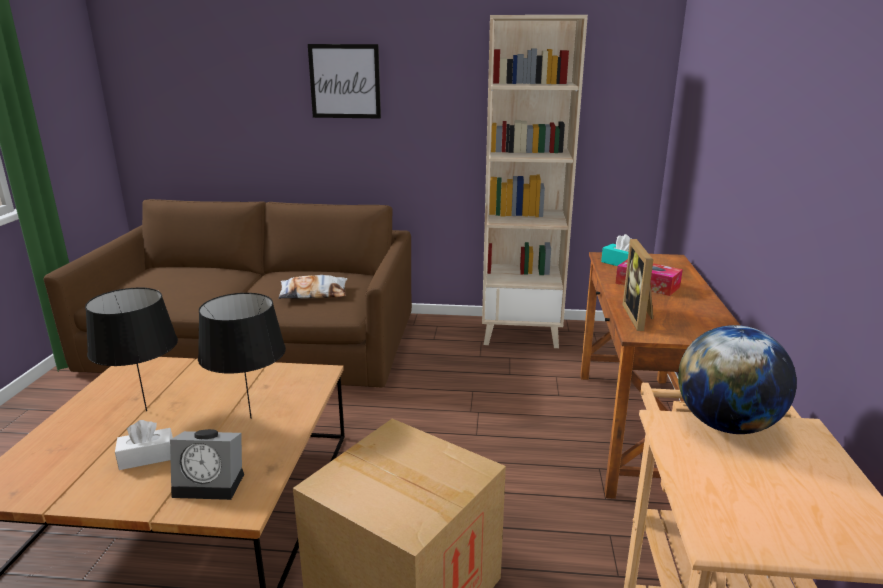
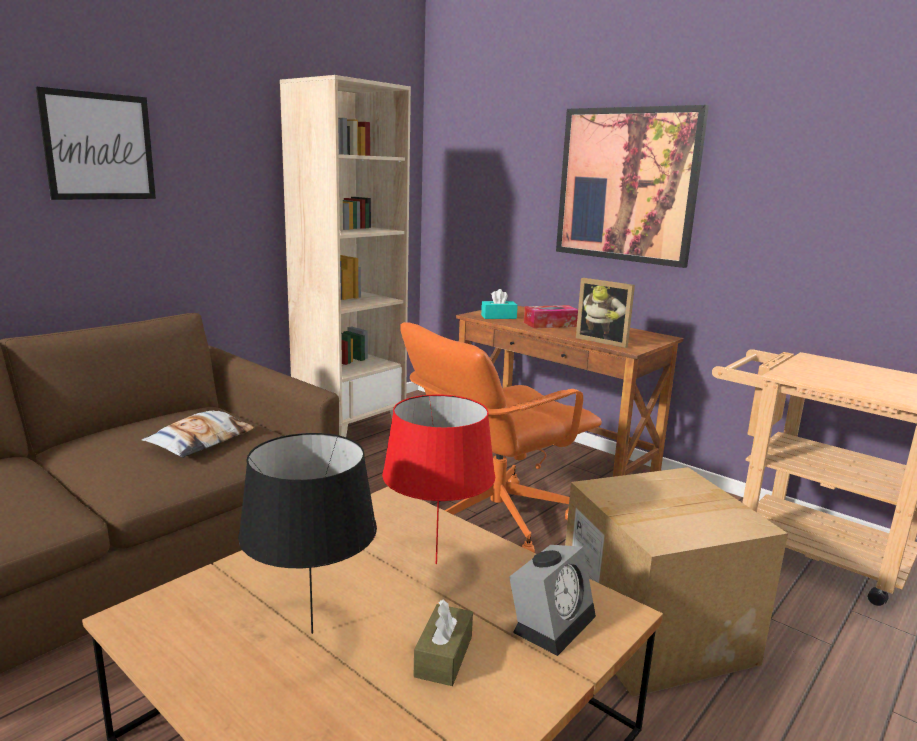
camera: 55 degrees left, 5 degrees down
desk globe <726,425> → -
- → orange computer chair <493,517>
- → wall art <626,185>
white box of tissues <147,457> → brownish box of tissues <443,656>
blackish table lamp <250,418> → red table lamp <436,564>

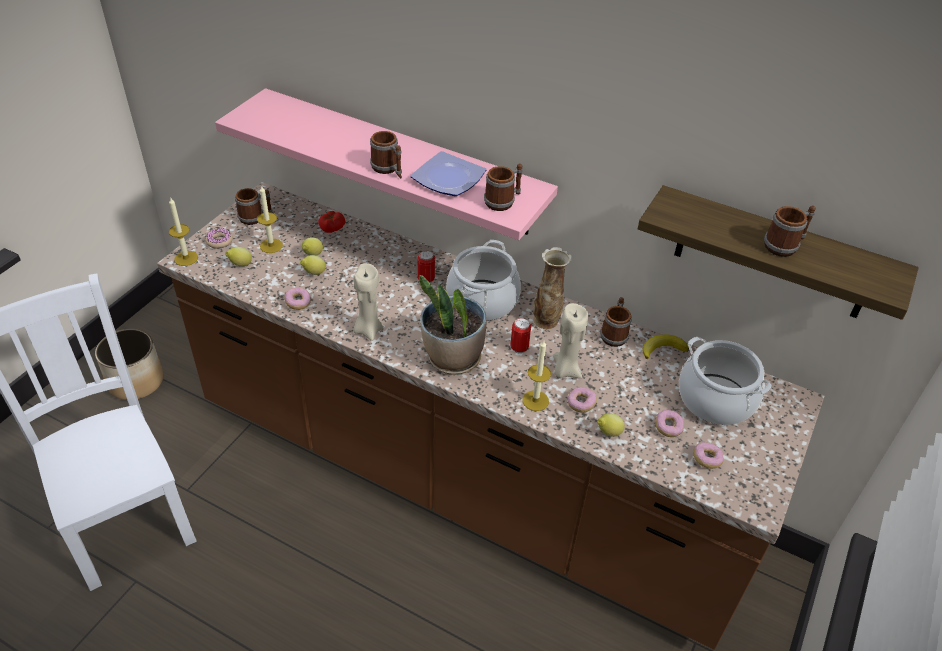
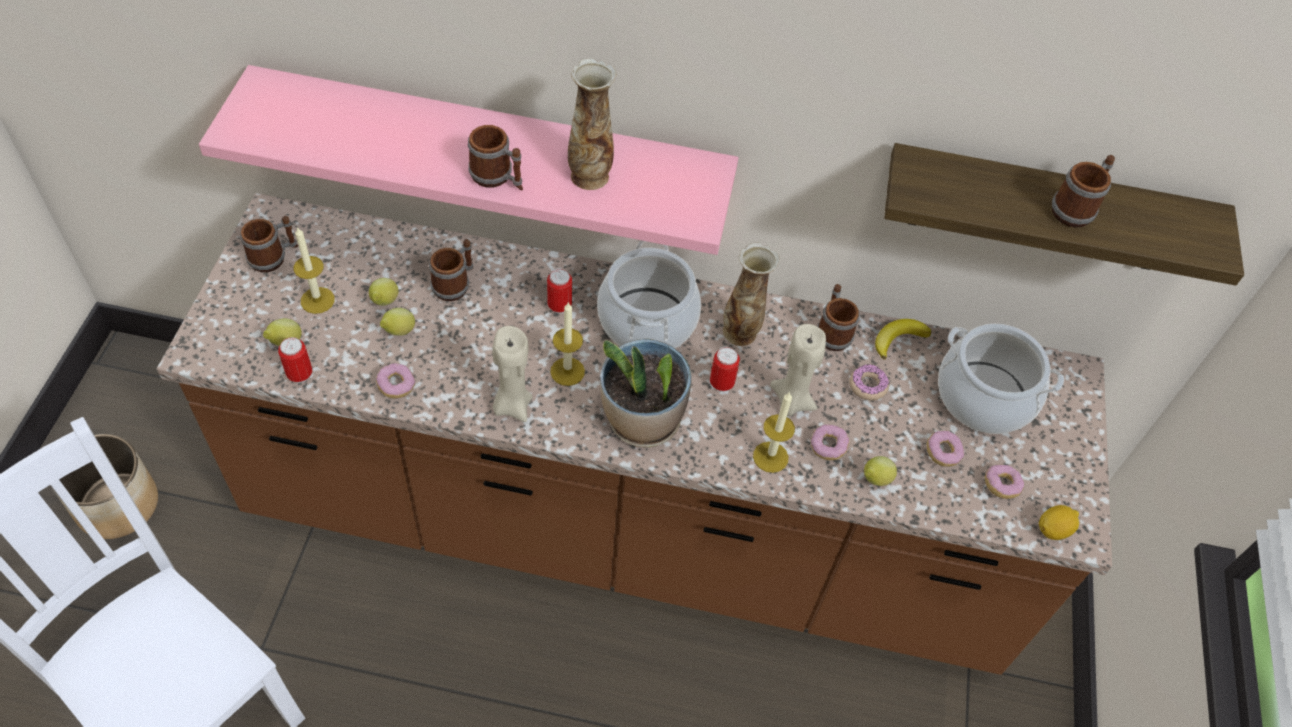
camera: 20 degrees left, 10 degrees up
whole tomato <332,227> → -
- → sealed can <300,374>
- → lemon <1053,529>
wax candle <186,258> → wax candle <567,371>, shifted
doughnut <219,241> → doughnut <868,386>, shifted
coffee mug <503,201> → coffee mug <455,284>, shifted
dinner plate <450,178> → decorative vase <590,175>

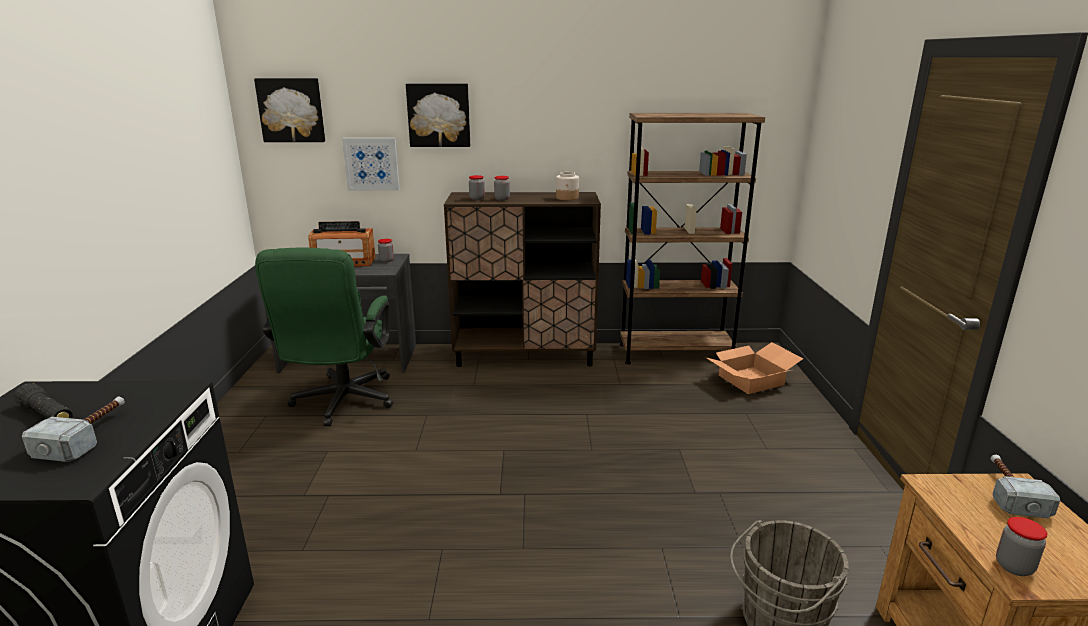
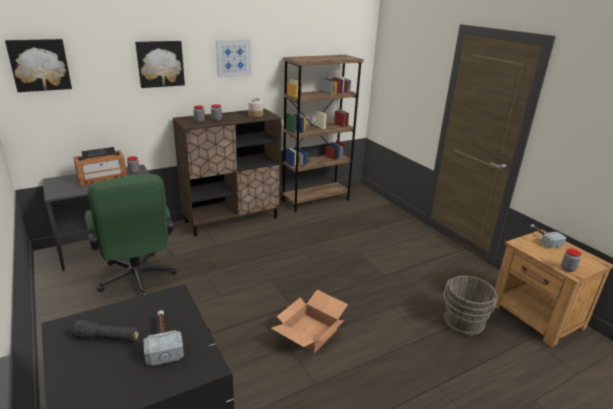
camera: 30 degrees left, 5 degrees up
wall art <371,164> → wall art <233,58>, shifted
cardboard box <751,379> → cardboard box <309,332>, shifted

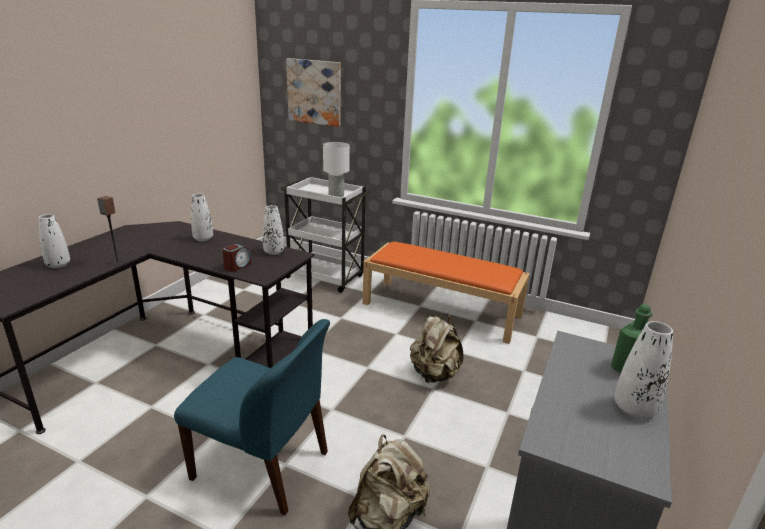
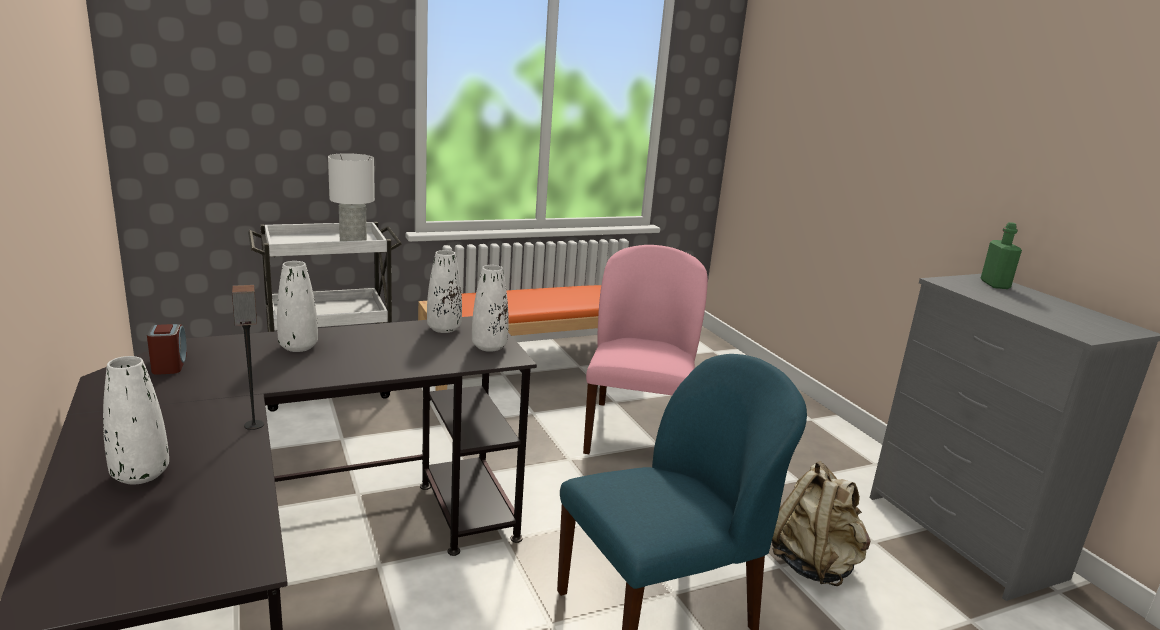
camera: 50 degrees left, 5 degrees down
wall art <314,92> → -
table clock <237,266> → table clock <169,364>, shifted
white decorative vase <634,409> → white decorative vase <489,347>, shifted
beige-coloured rucksack <434,374> → pink plain chair <636,432>

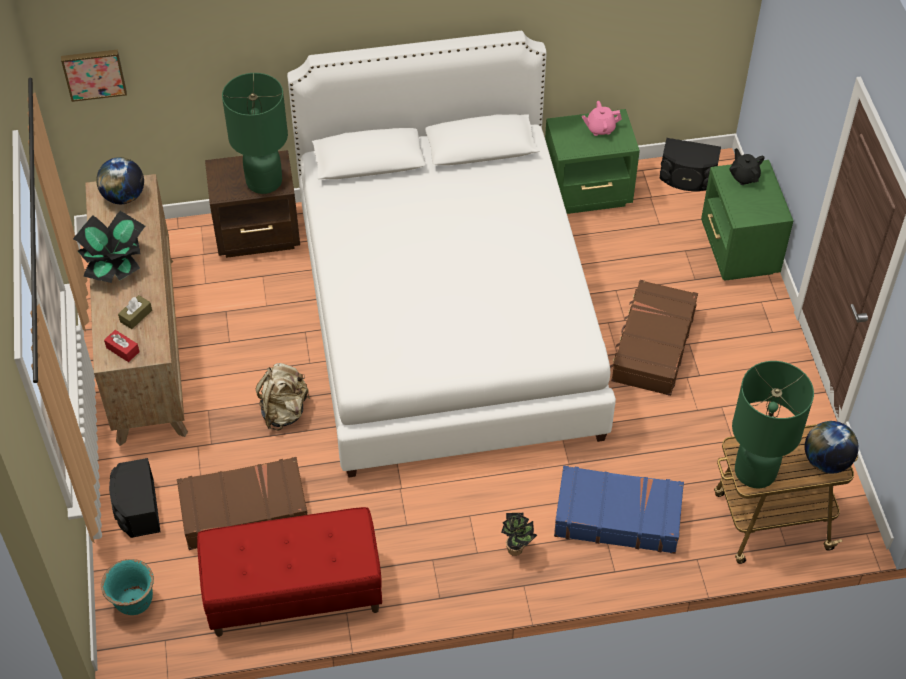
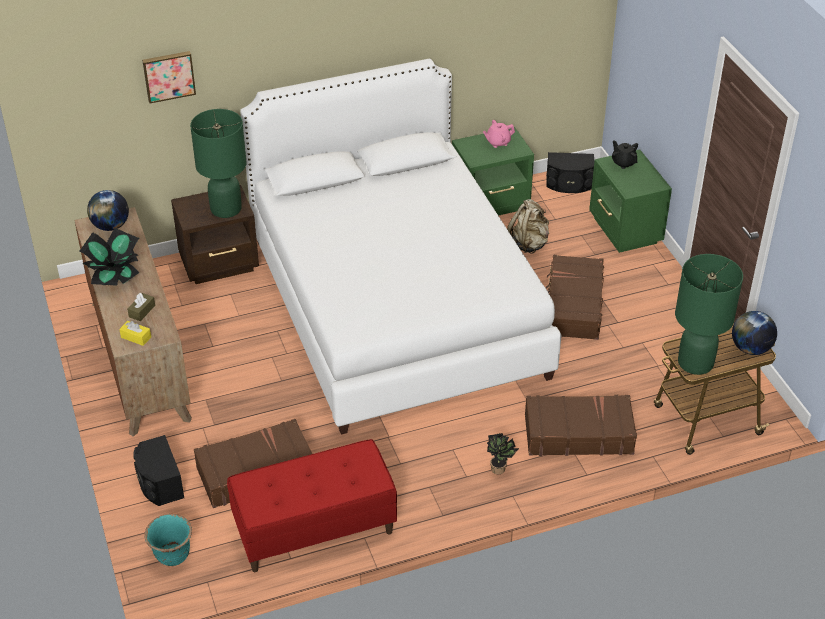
camera: 10 degrees left, 10 degrees down
wall art <94,73> → wall art <168,75>, shifted
beige-coloured rucksack <284,411> → beige-coloured rucksack <529,243>, shifted
red box of tissues <122,350> → yellow box of tissues <136,337>
blue piece of luggage <617,517> → brownish piece of luggage <578,434>

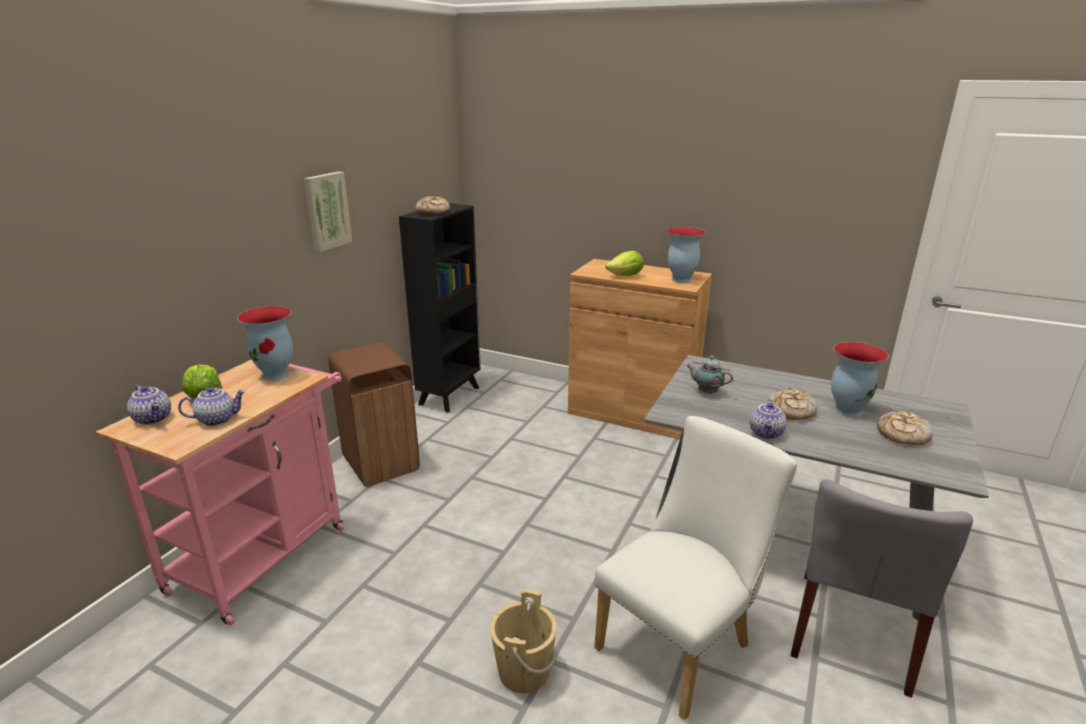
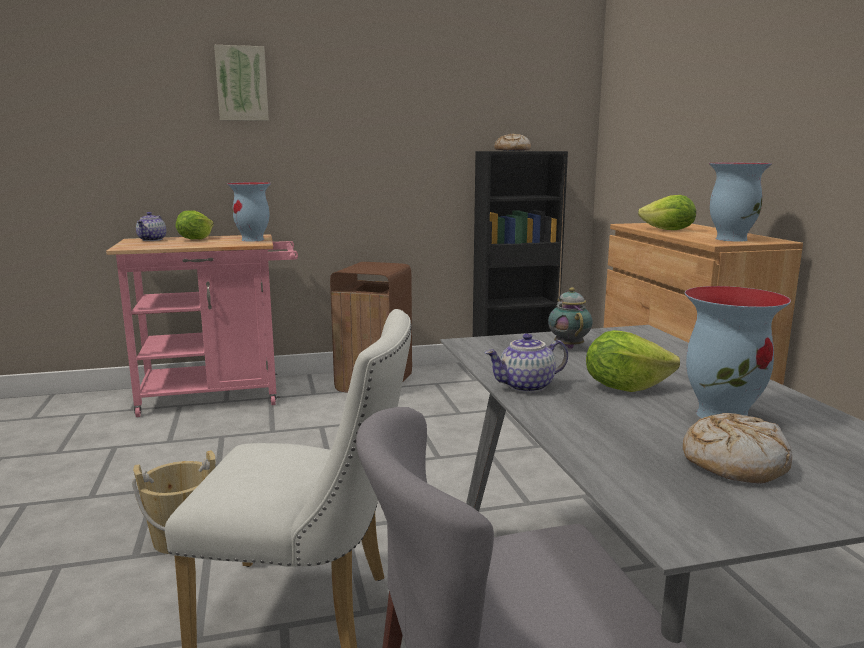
camera: 50 degrees right, 10 degrees down
pot for tea <217,419> → -
wall art <326,211> → wall art <242,84>, shifted
baked bread <790,411> → lettuce head <624,387>

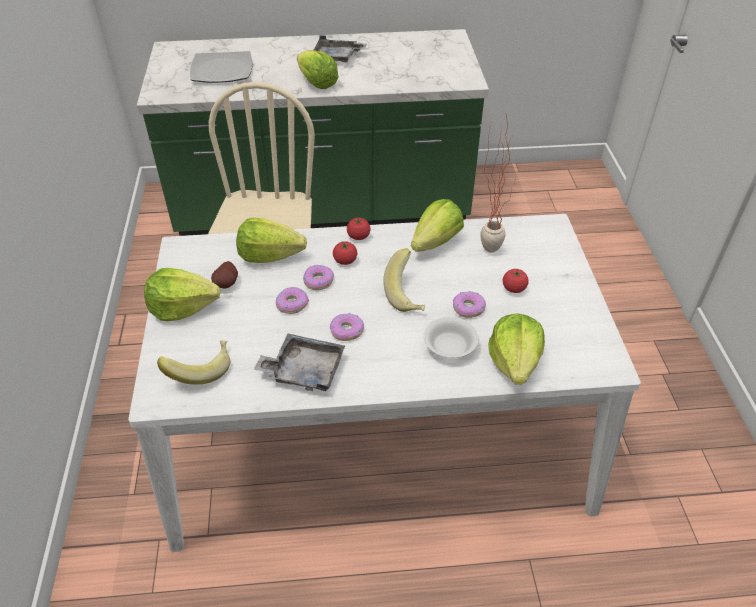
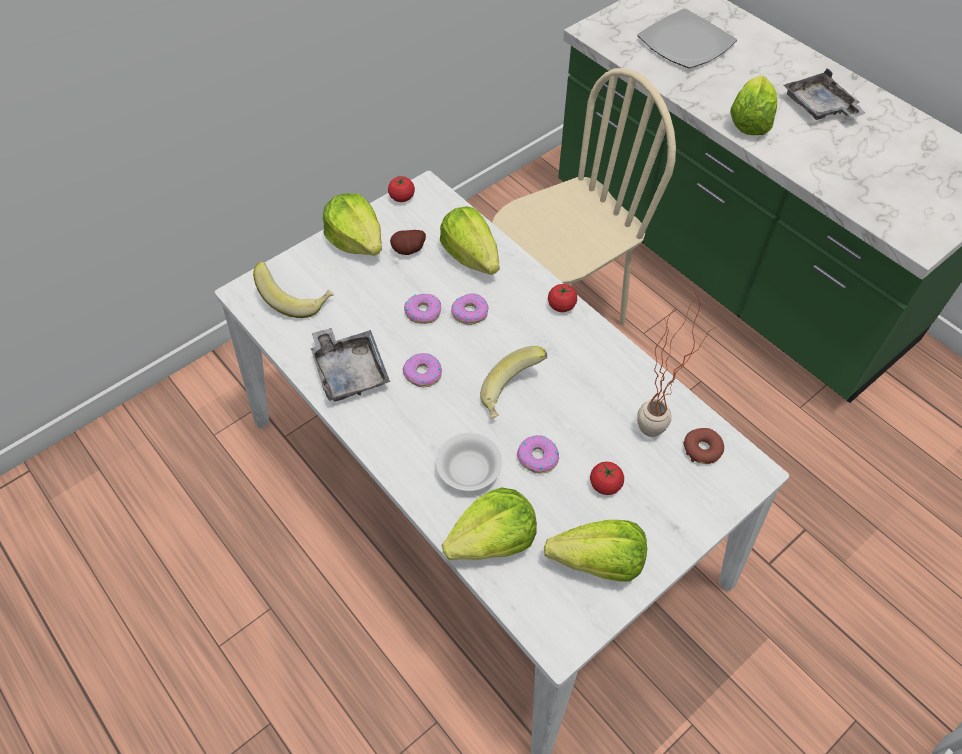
camera: 55 degrees right, 10 degrees up
- → doughnut <702,449>
whole tomato <345,260> → whole tomato <402,197>, shifted
lettuce head <436,242> → lettuce head <598,562>, shifted

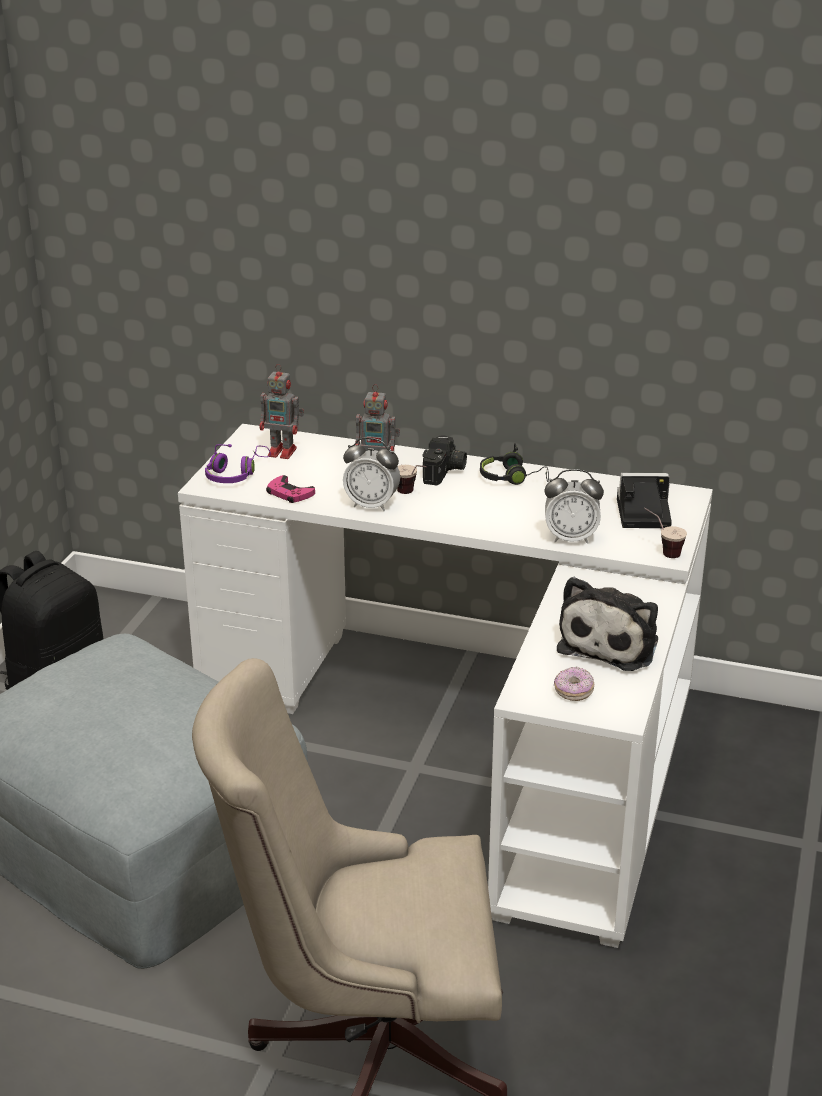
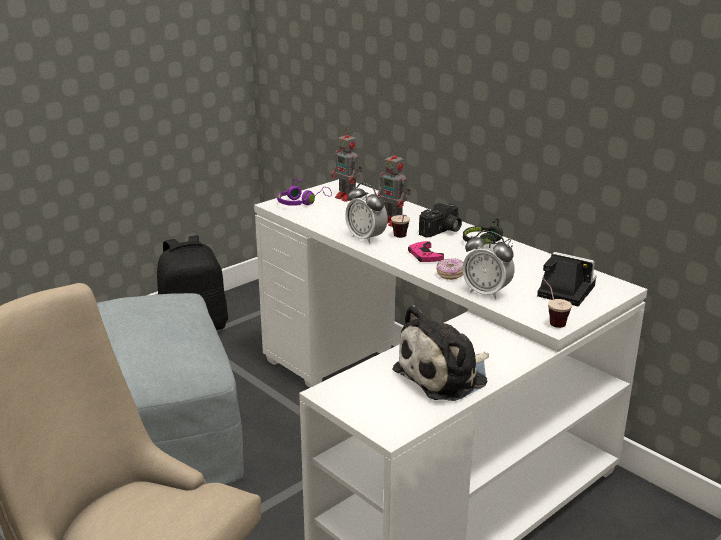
camera: 30 degrees right, 5 degrees down
pink game controller <289,493> → pink game controller <425,255>, shifted
doughnut <573,691> → doughnut <450,275>, shifted

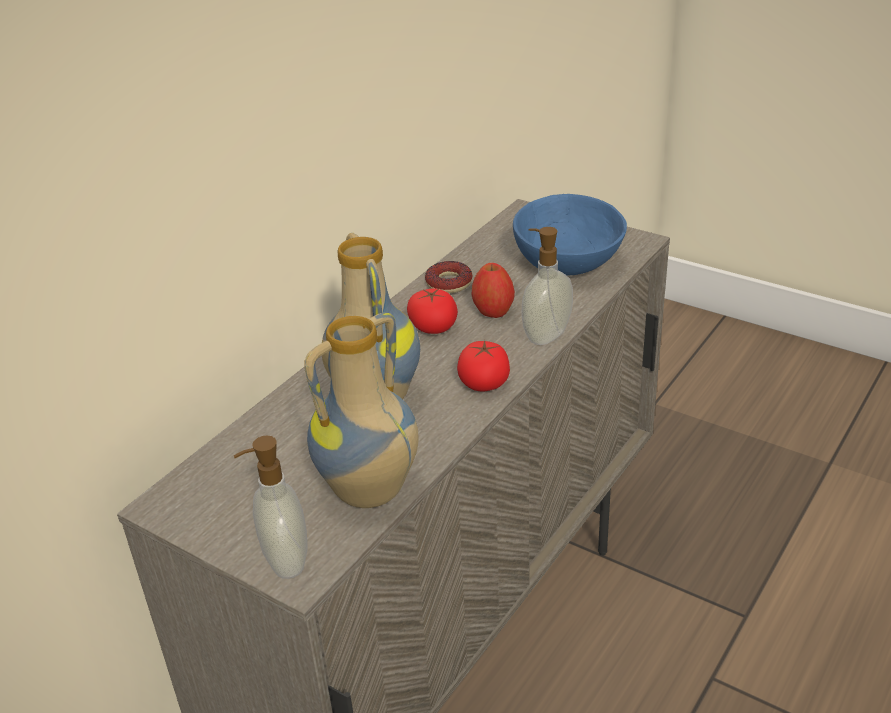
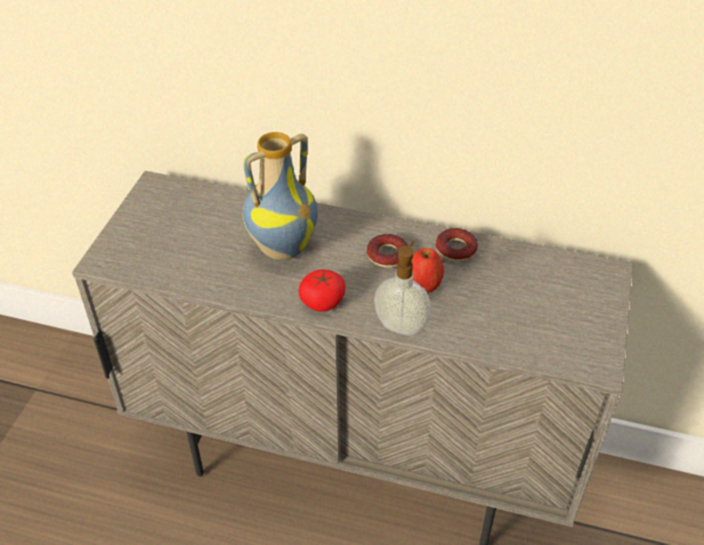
camera: 70 degrees right, 10 degrees up
soap dispenser <284,561> → -
decorative vase <370,493> → -
blue serving bowl <566,262> → -
whole tomato <433,326> → doughnut <387,255>

